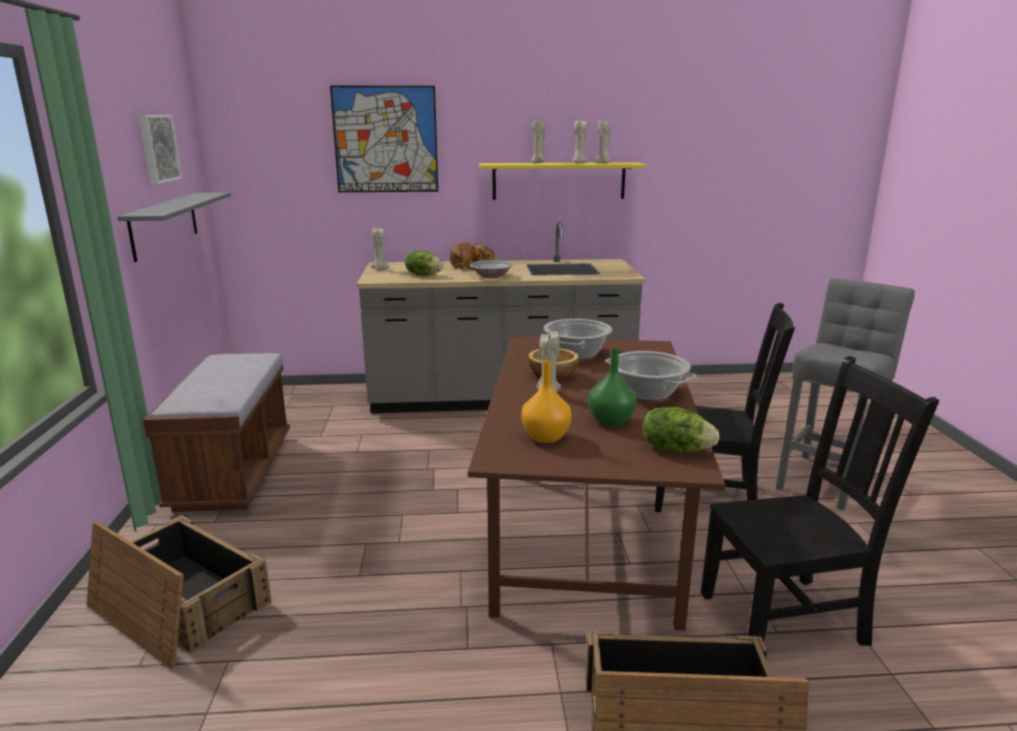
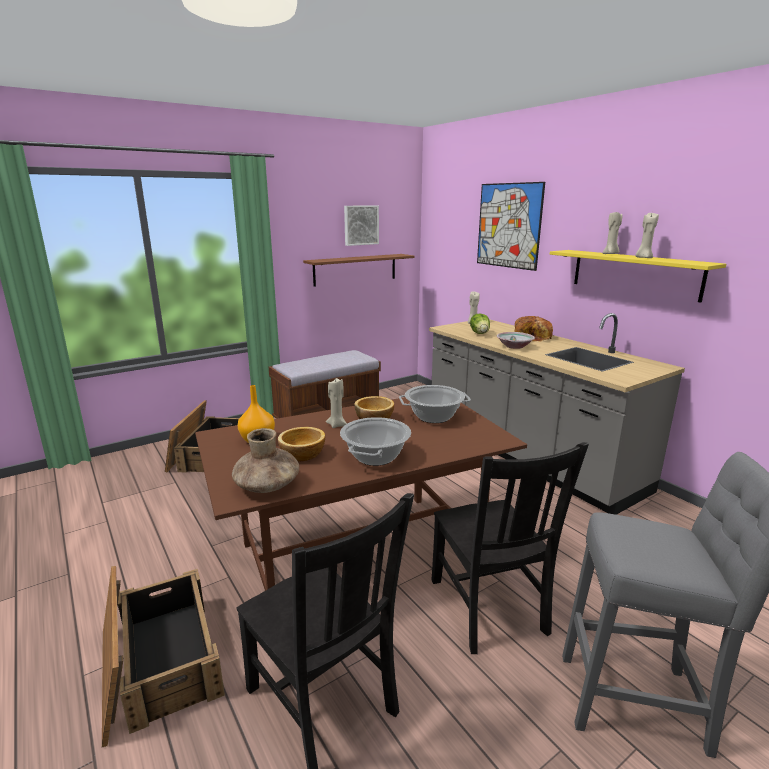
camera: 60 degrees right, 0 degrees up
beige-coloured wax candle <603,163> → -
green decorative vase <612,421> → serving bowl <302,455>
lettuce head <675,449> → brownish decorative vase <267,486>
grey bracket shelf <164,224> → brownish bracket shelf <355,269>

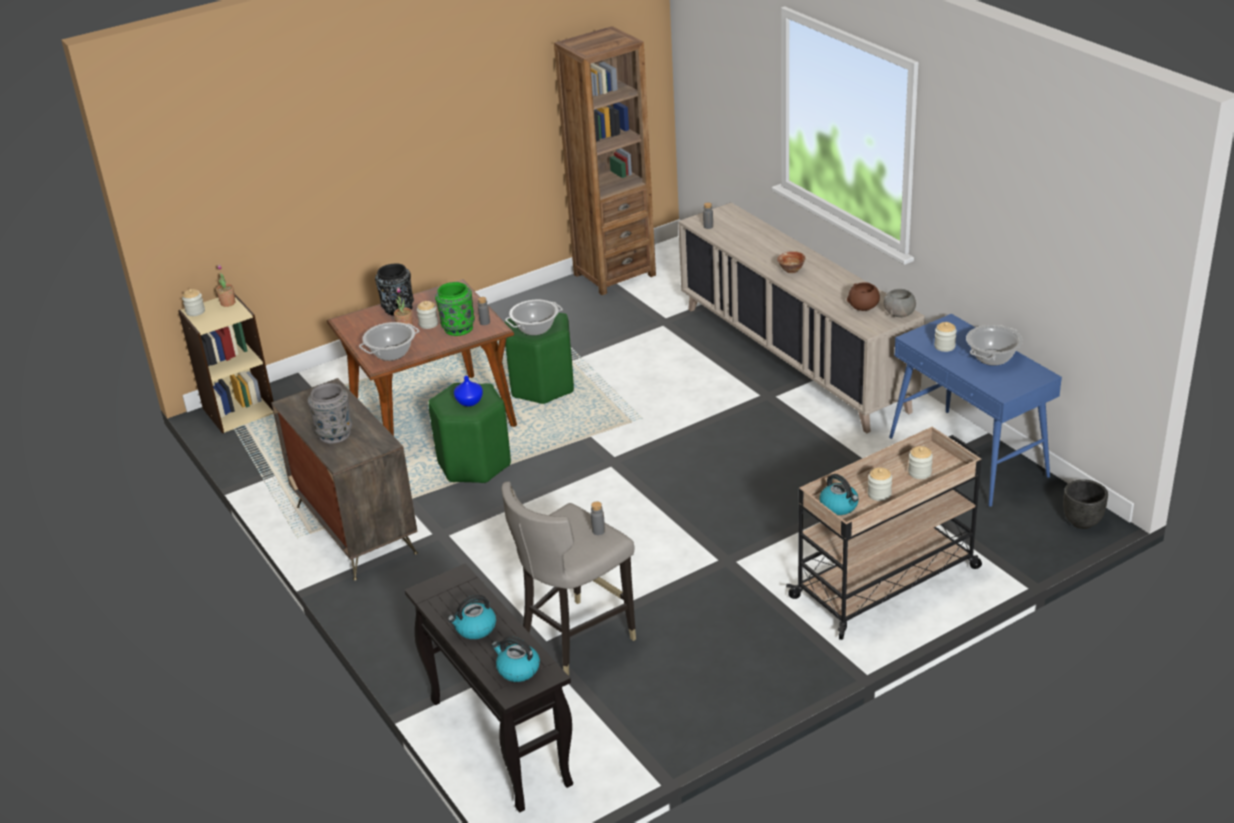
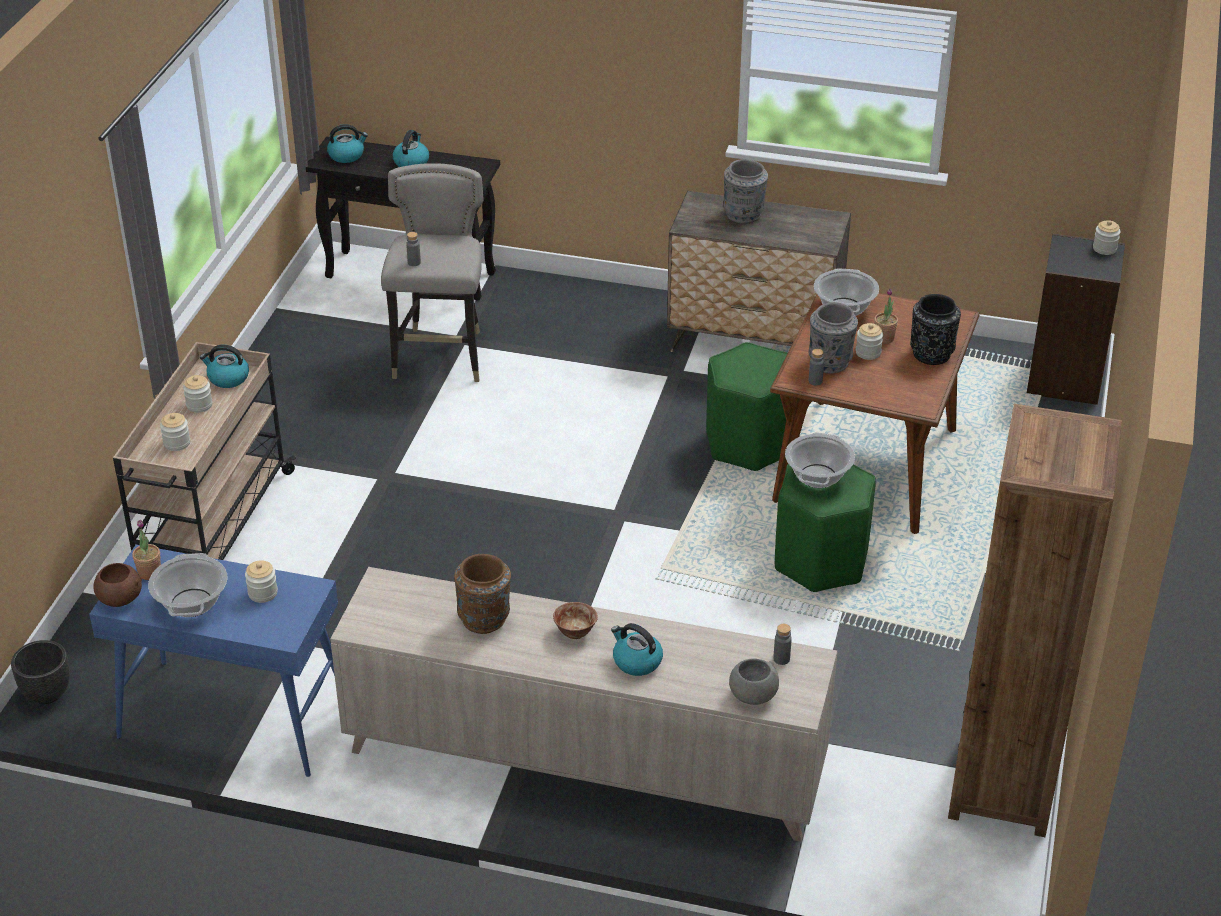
camera: 135 degrees right, 5 degrees up
blue decorative vase <469,402> → -
- → brownish decorative vase <485,619>
- → kettle <636,661>
potted plant <228,303> → potted plant <149,573>, shifted
brownish serving bowl <863,307> → brownish serving bowl <120,598>, shifted
grey serving bowl <899,314> → grey serving bowl <752,695>, shifted
beige-coloured shelving unit <239,410> → blackish shelving unit <1066,378>
green decorative vase <457,328> → grey decorative vase <830,362>

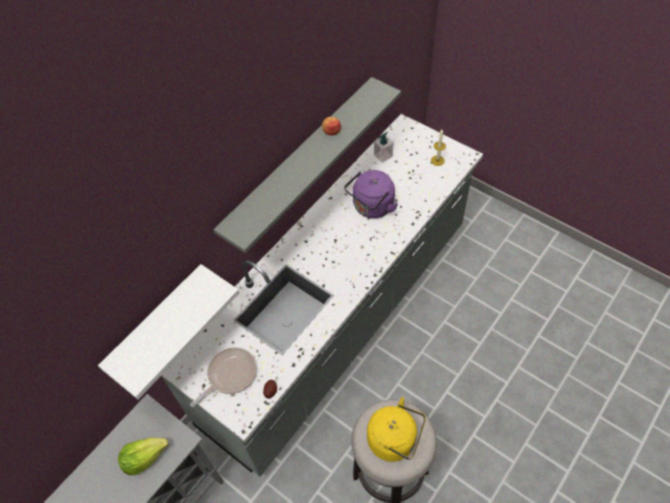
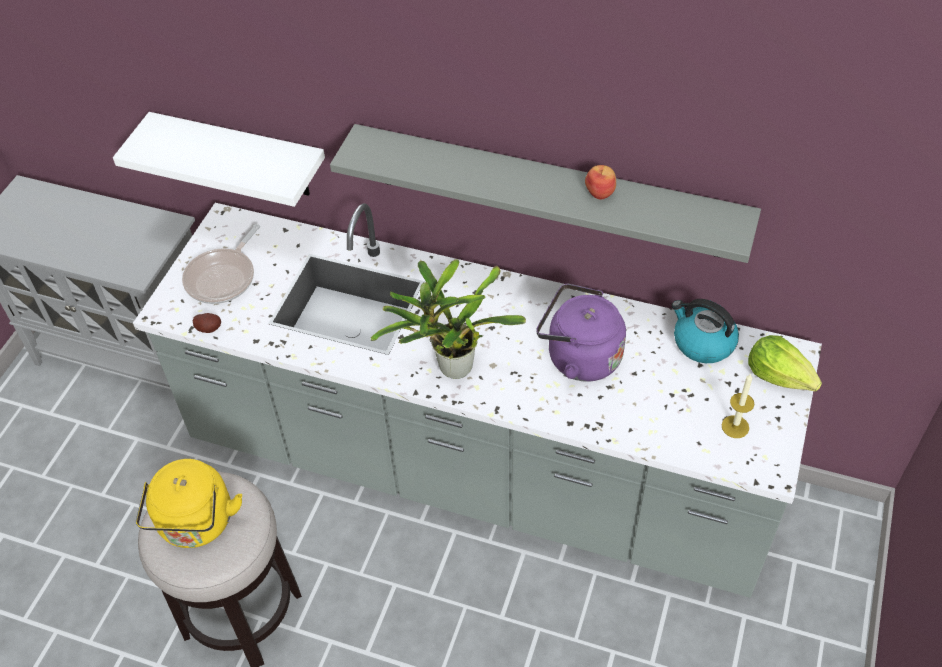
camera: 70 degrees right, 5 degrees down
- → potted plant <450,367>
lettuce head <144,457> → lettuce head <779,376>, shifted
soap dispenser <383,156> → kettle <702,343>
pan <229,375> → pan <223,277>, 90 degrees clockwise

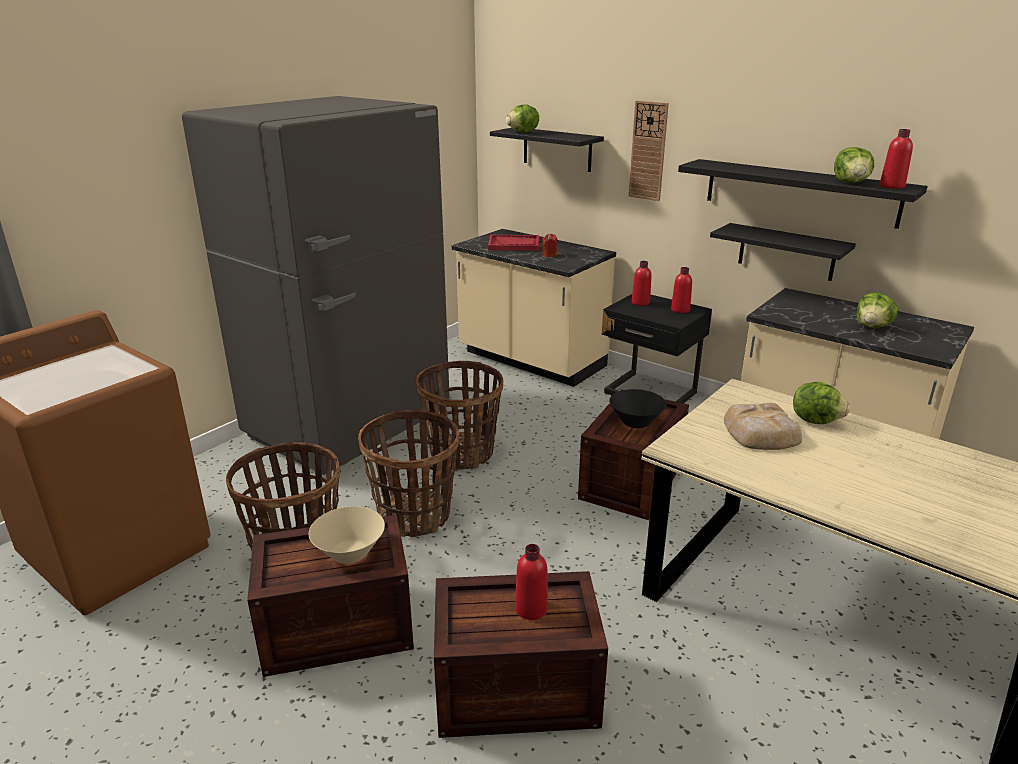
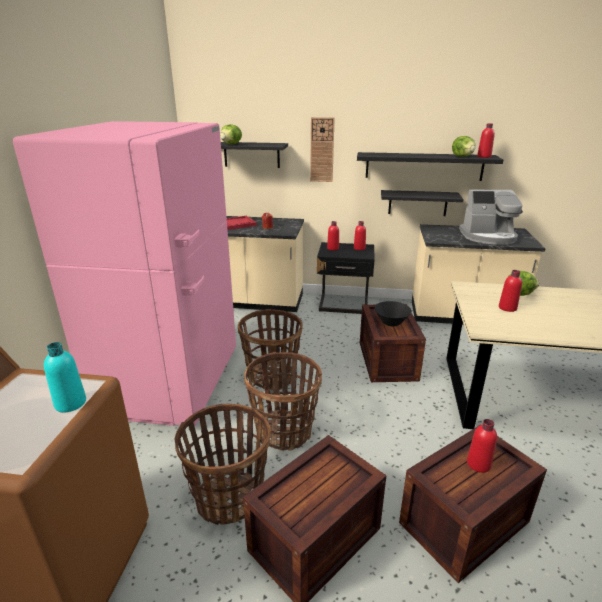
camera: 30 degrees left, 0 degrees up
beige-coloured serving bowl <350,553> → -
- → turquoise-coloured bottle <70,403>
baked bread <760,433> → red bottle <507,308>
lettuce head <872,327> → coffee machine <488,237>
grey refrigerator <350,426> → pink refrigerator <172,382>

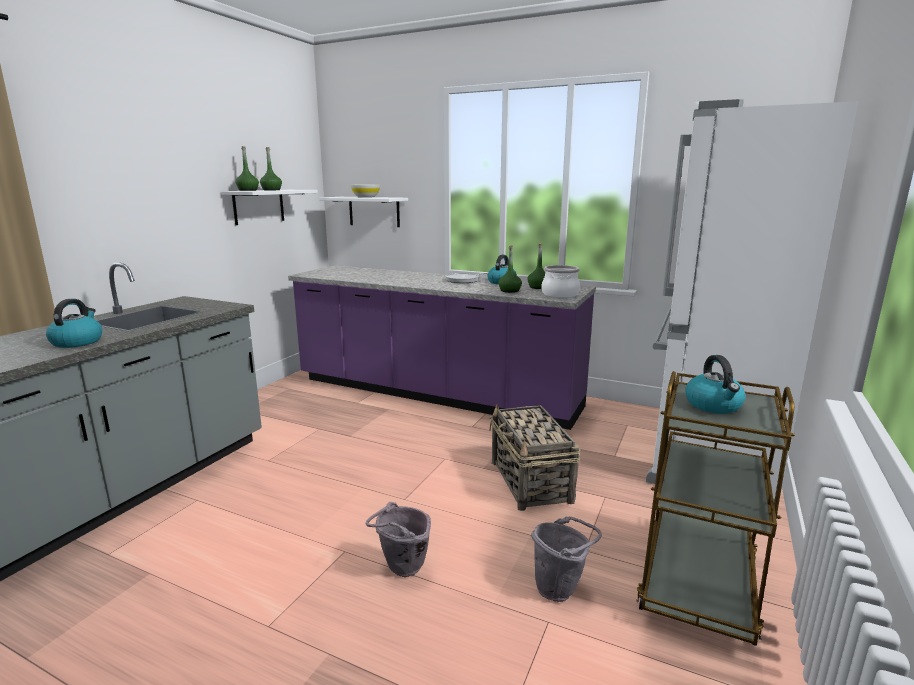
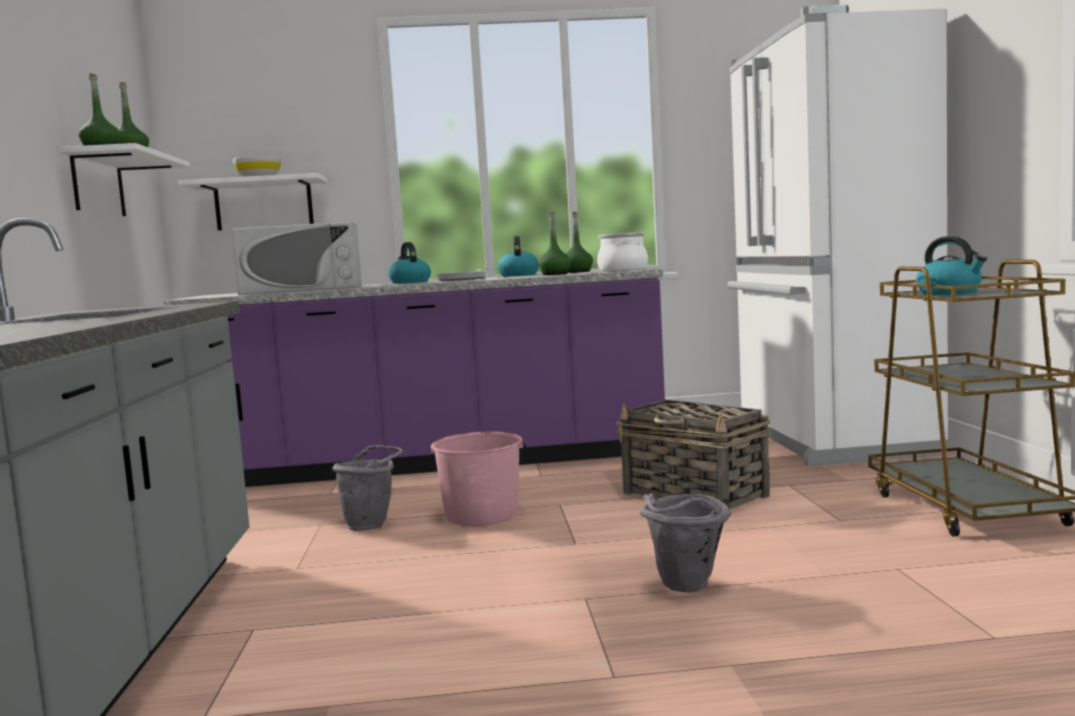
camera: 30 degrees left, 10 degrees down
- → white kitchen microwave <303,290>
- → pink pail <481,514>
kettle <77,342> → kettle <409,282>, shifted
grey pail <560,589> → grey pail <372,525>, shifted

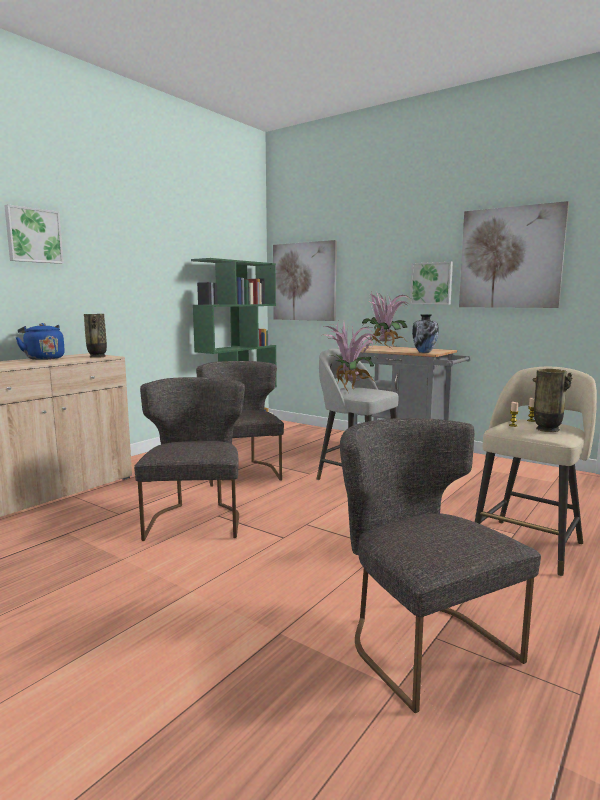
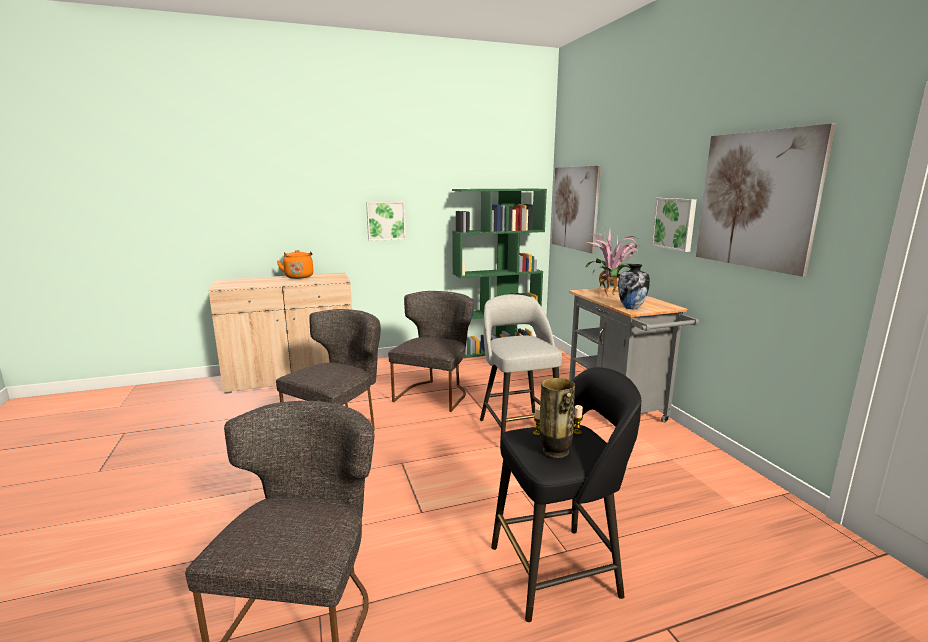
camera: 35 degrees right, 5 degrees up
decorative vase <97,357> → -
potted plant <351,389> → -
wall art <33,235> → wall art <385,220>, shifted
blue kettle <43,358> → orange kettle <299,276>
beige-coloured stool seat <528,544> → blackish stool seat <558,570>

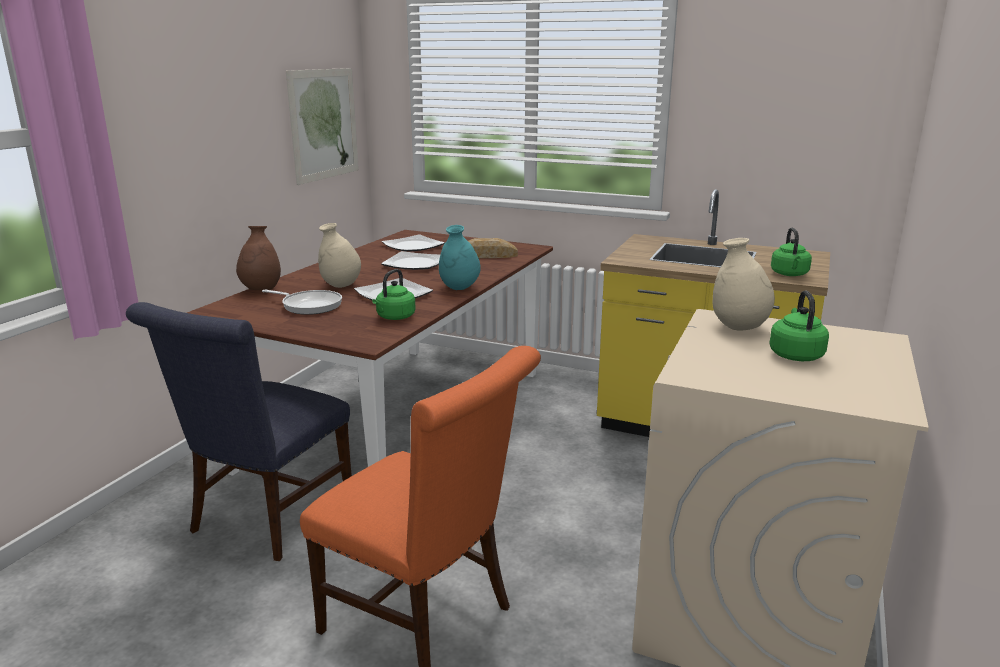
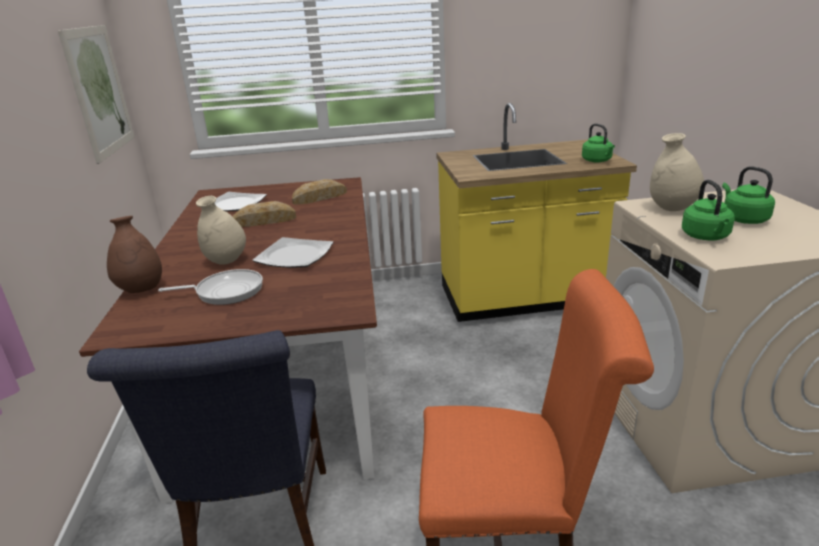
camera: 30 degrees left, 5 degrees up
turquoise-coloured decorative vase <459,288> → -
green kettle <394,317> → green kettle <706,237>, shifted
dinner plate <413,264> → baked bread <264,221>

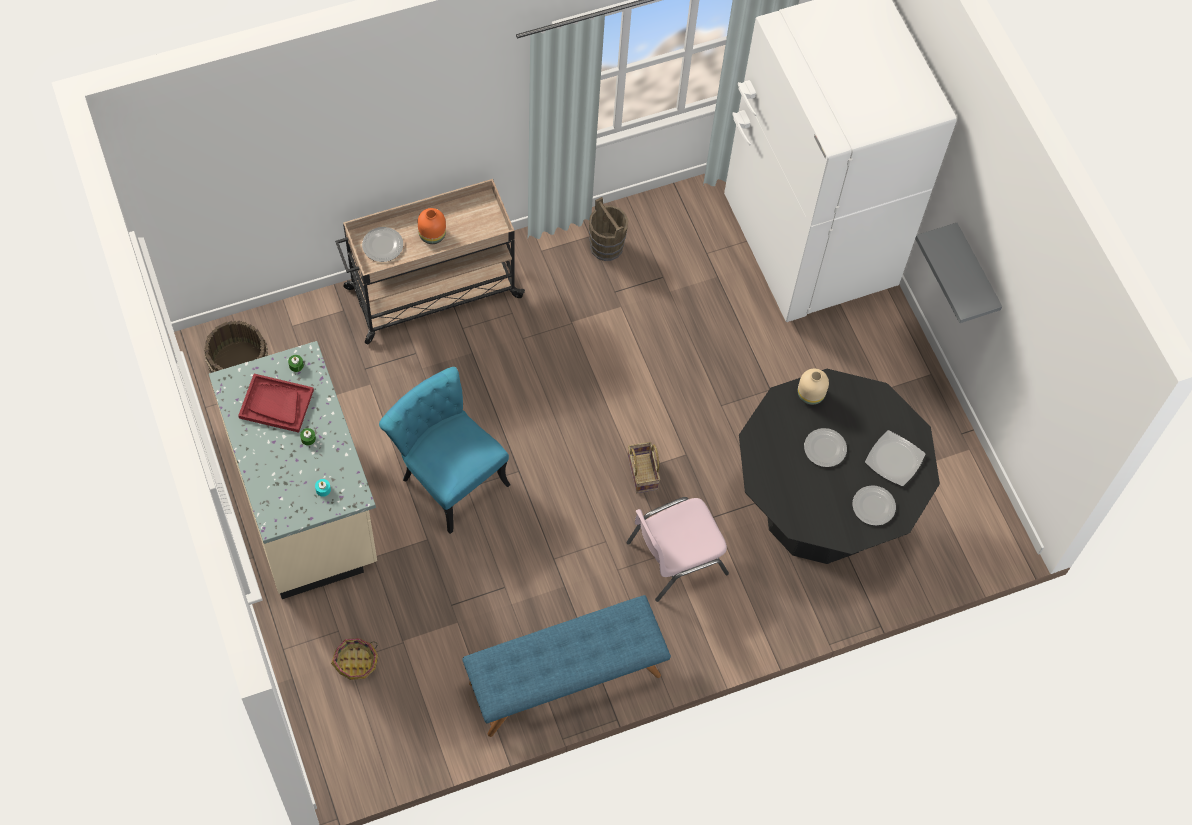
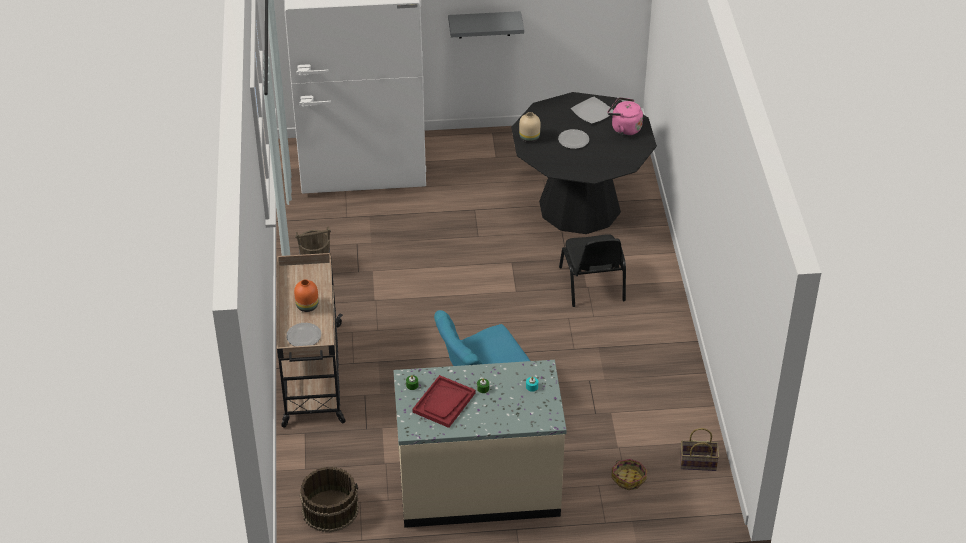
camera: 70 degrees left, 20 degrees down
blue long seat <565,680> → -
storage basket <641,472> → storage basket <697,463>, shifted
dinner plate <874,506> → pink kettle <624,128>
pink plain chair <674,557> → blackish plain chair <592,285>

